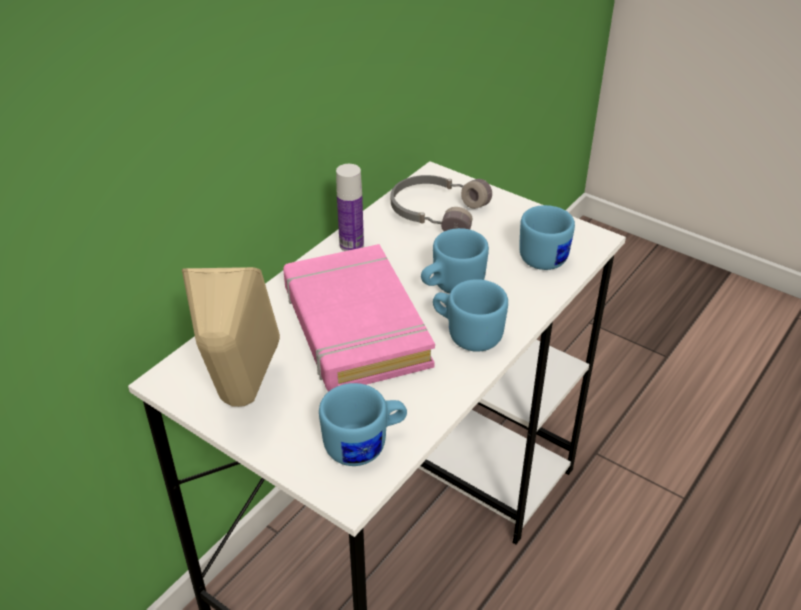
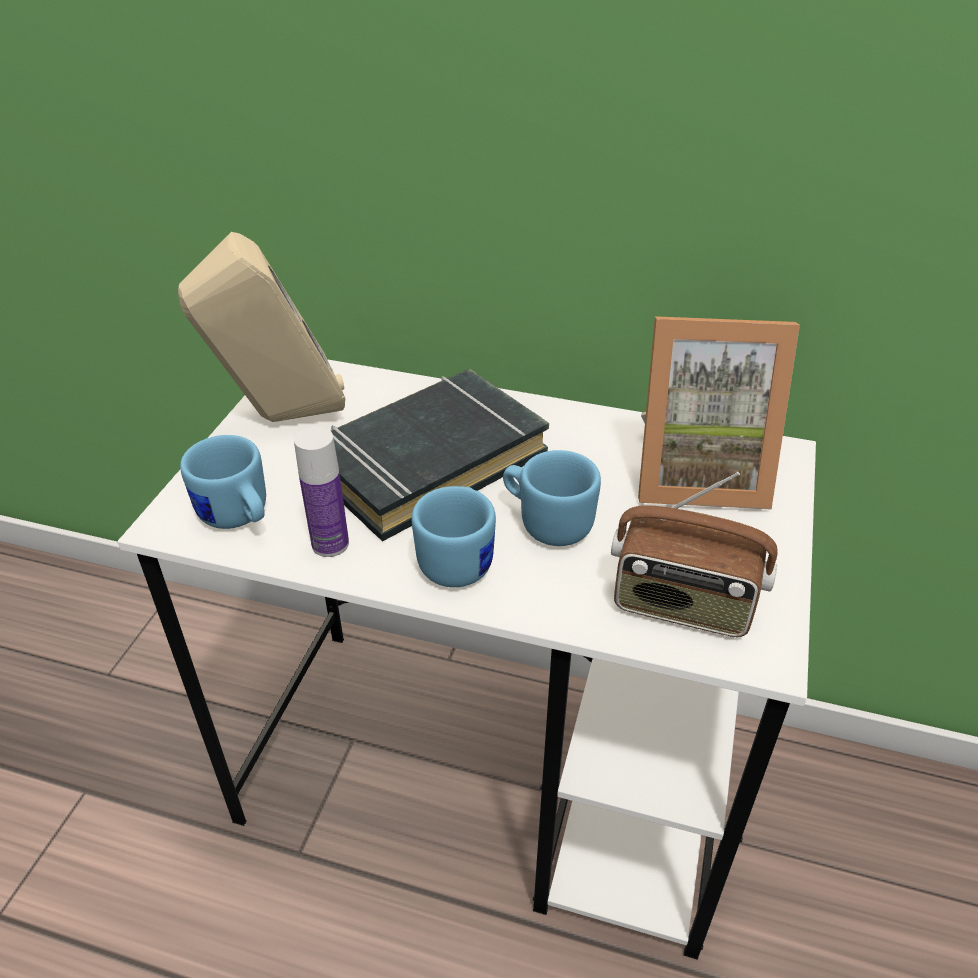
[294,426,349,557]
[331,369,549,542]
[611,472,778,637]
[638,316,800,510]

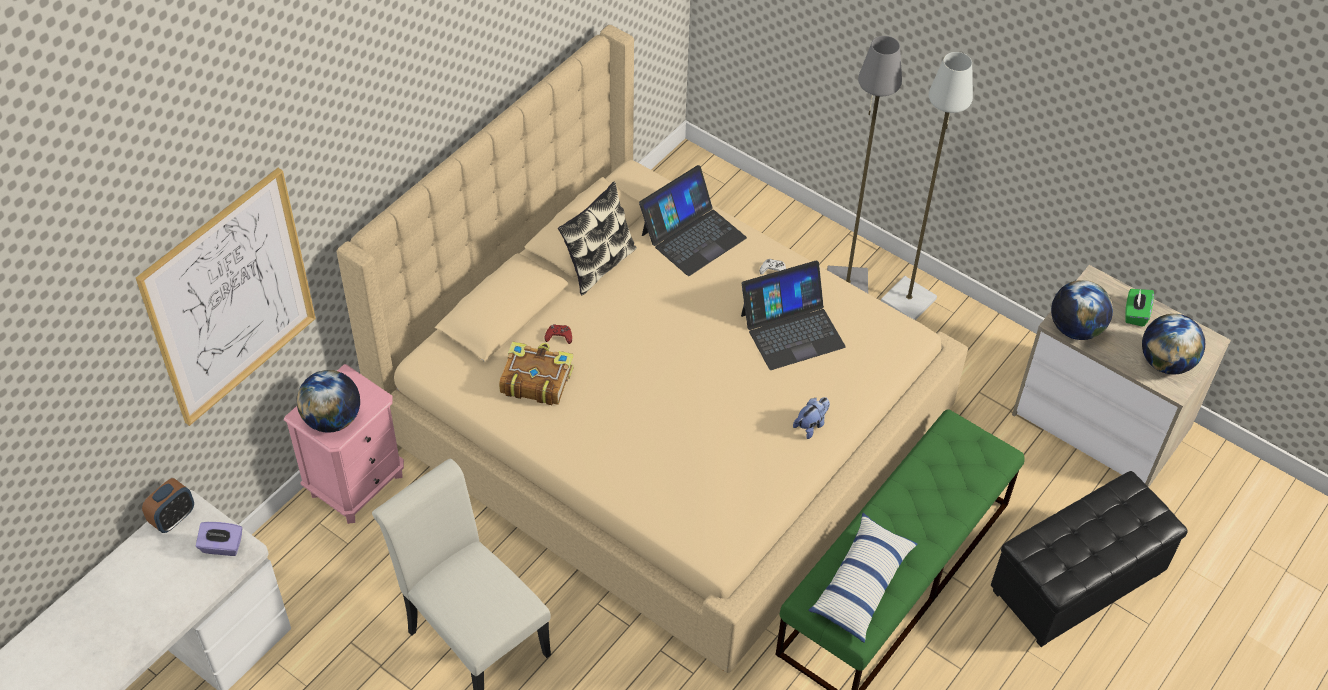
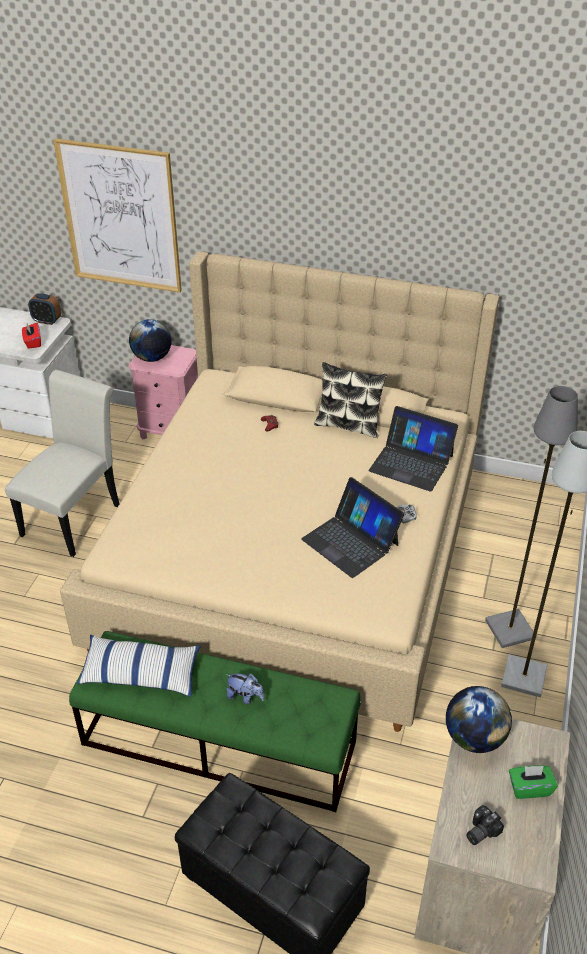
[22,323,41,349]
[226,673,264,705]
[466,805,504,845]
[499,341,574,405] (first image)

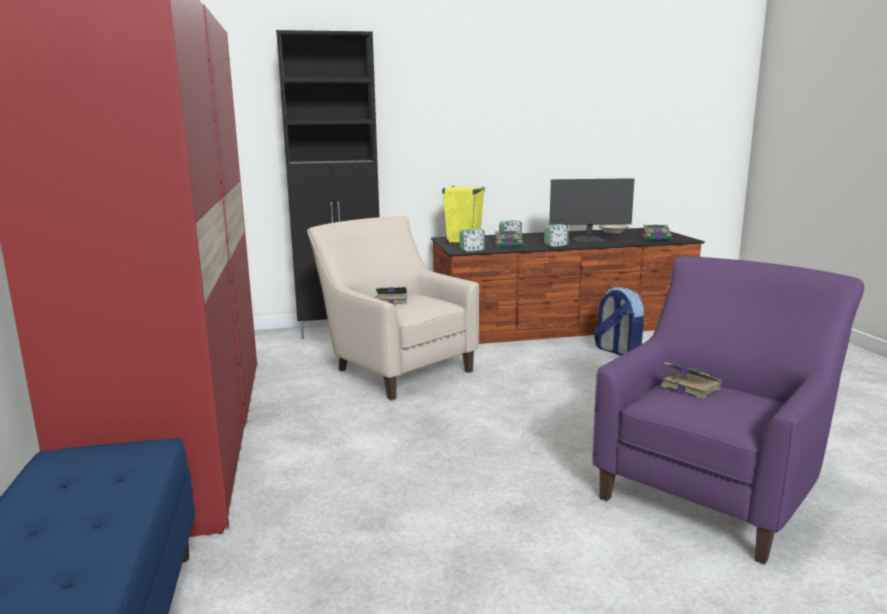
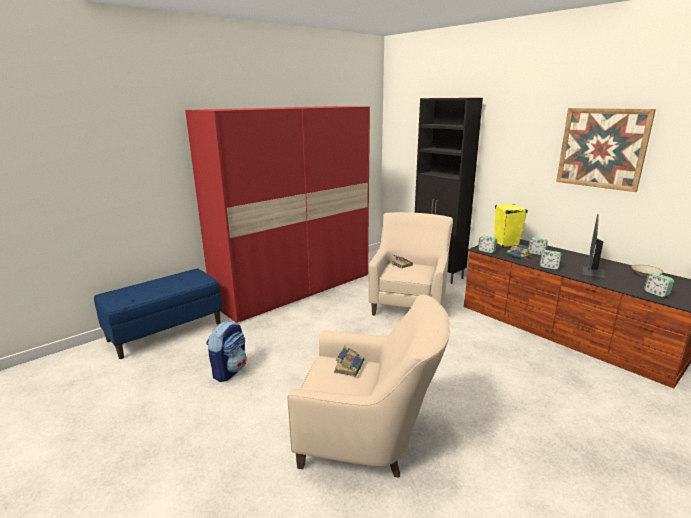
[207,321,247,382]
[287,295,450,478]
[556,108,656,192]
[582,214,605,279]
[644,273,674,297]

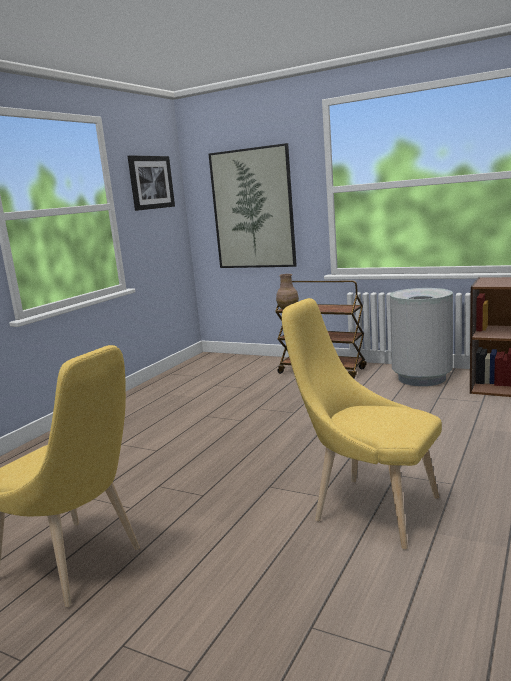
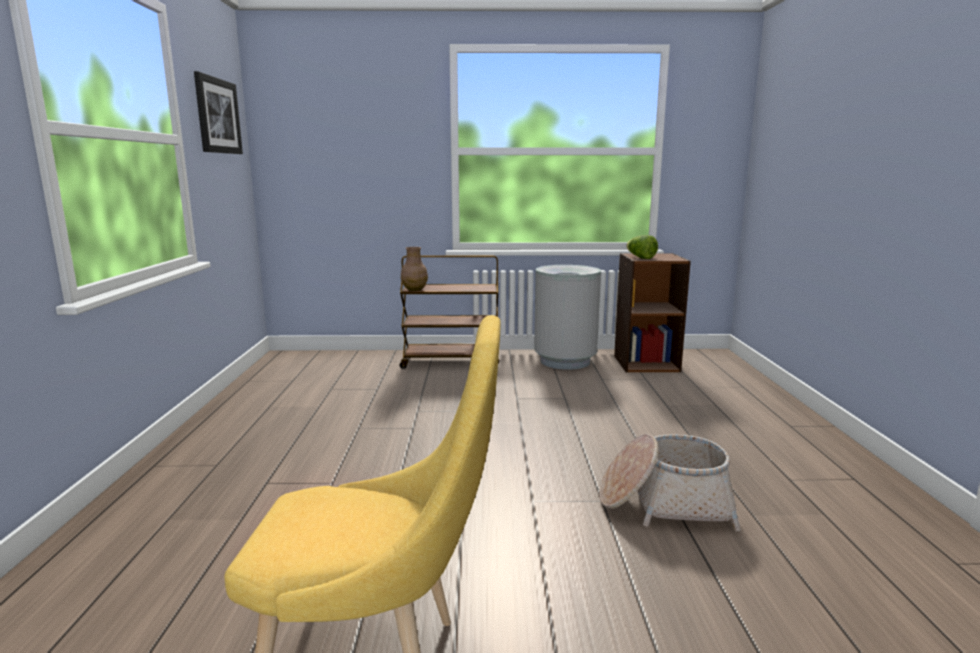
[599,434,741,532]
[626,235,658,259]
[209,143,297,268] (first image)

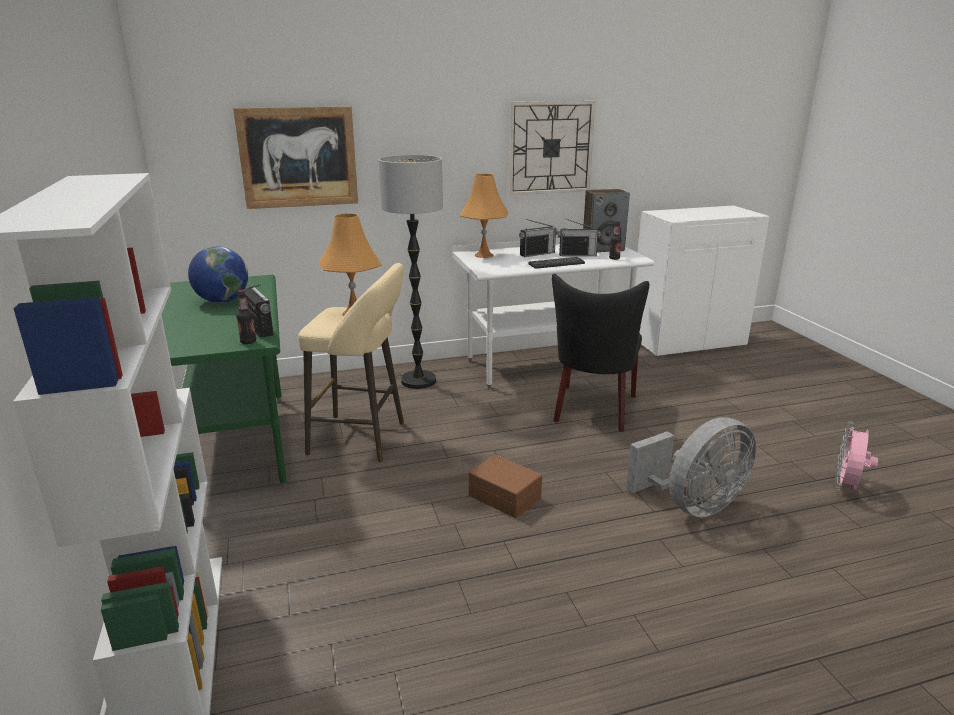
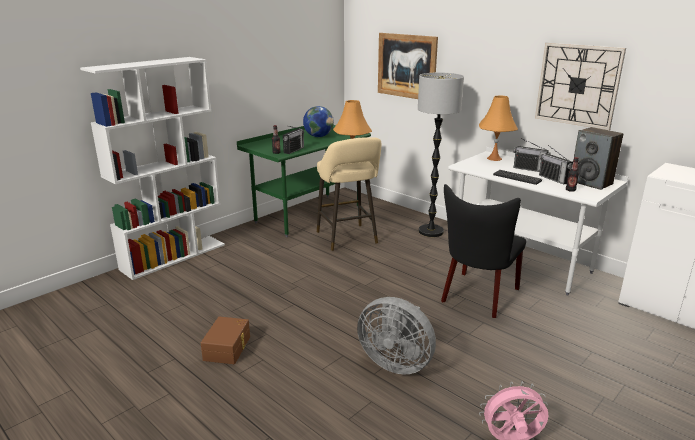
[201,317,250,364]
[441,184,526,318]

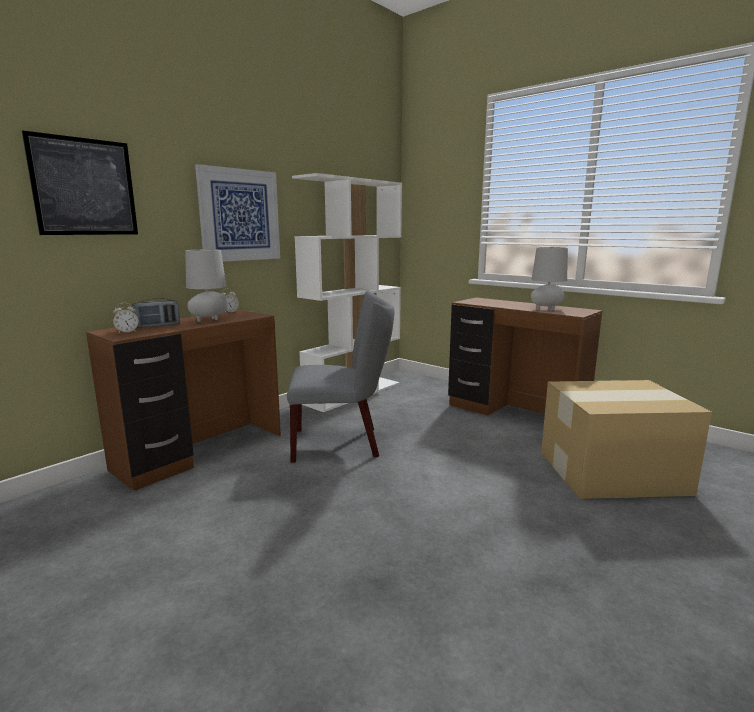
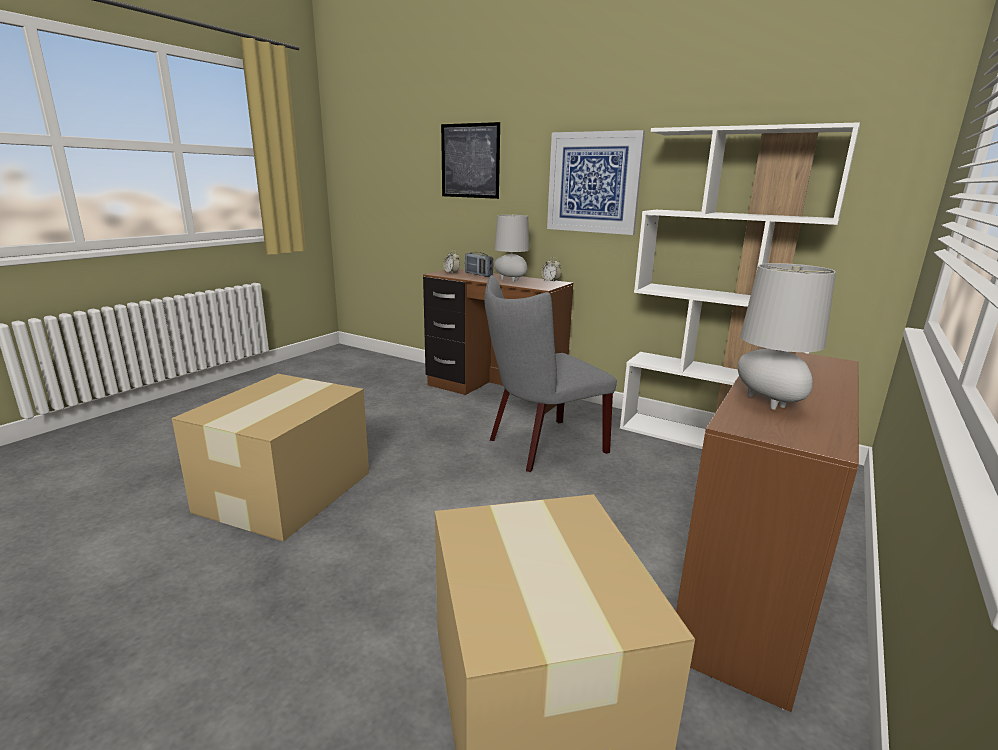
[172,374,369,542]
[484,275,617,472]

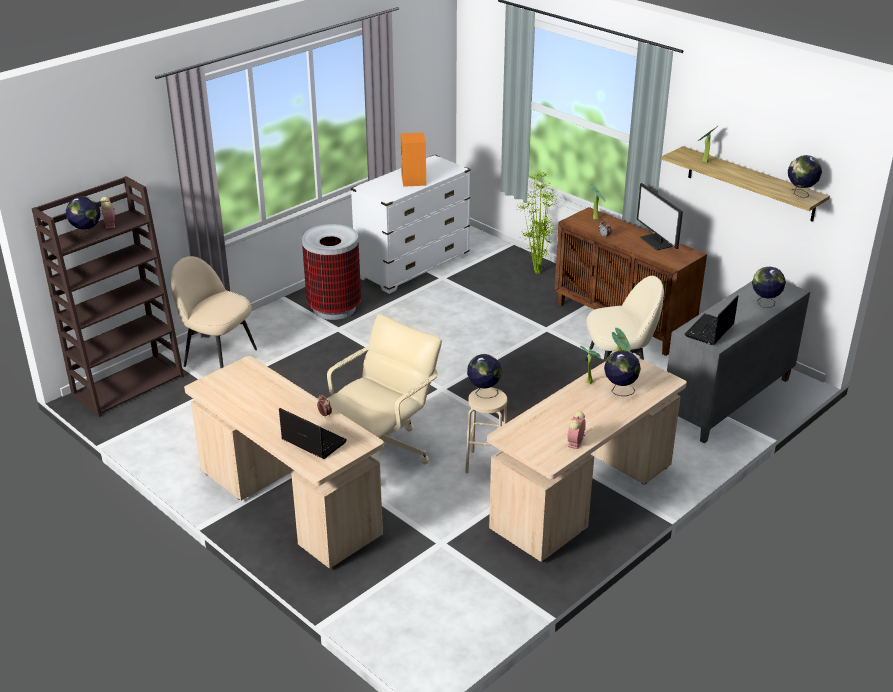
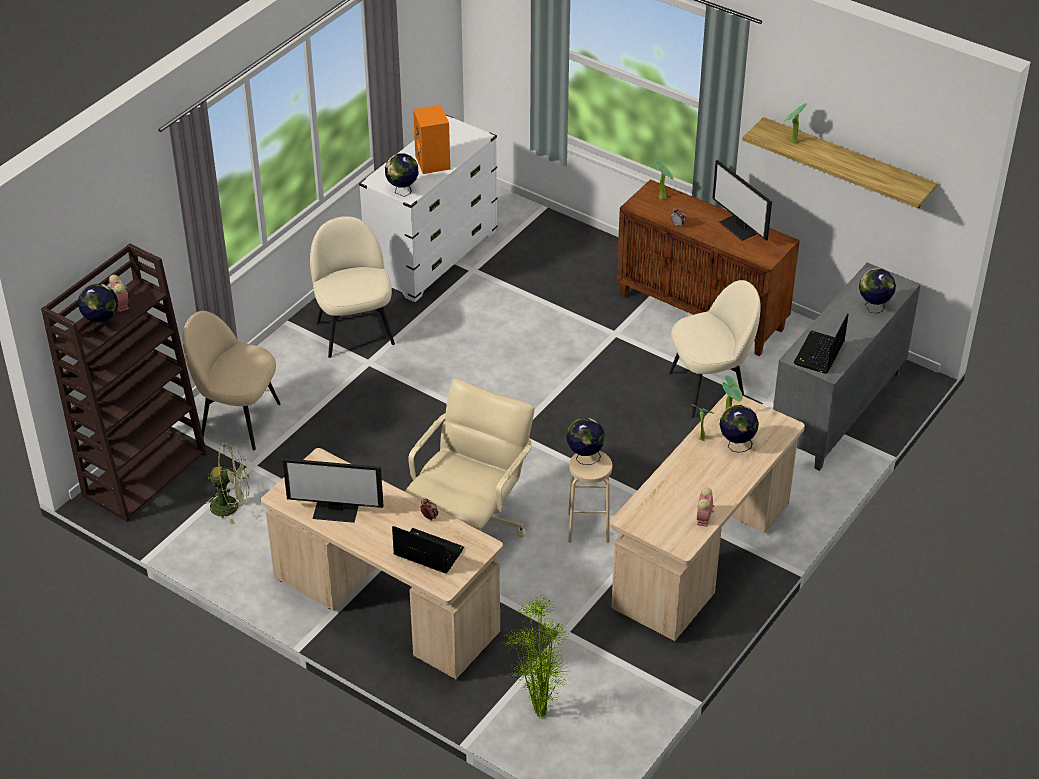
[202,442,249,525]
[282,458,384,523]
[310,216,395,358]
[385,153,419,197]
[502,595,569,718]

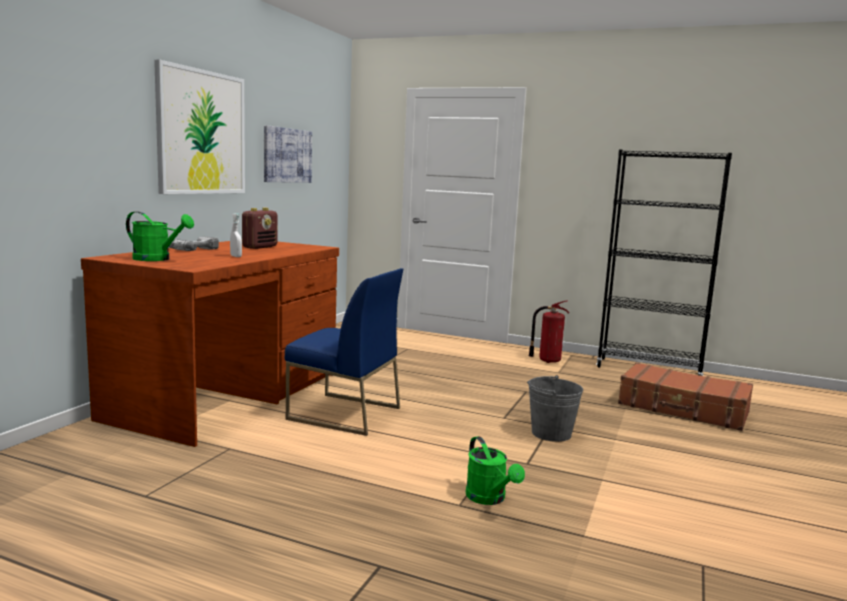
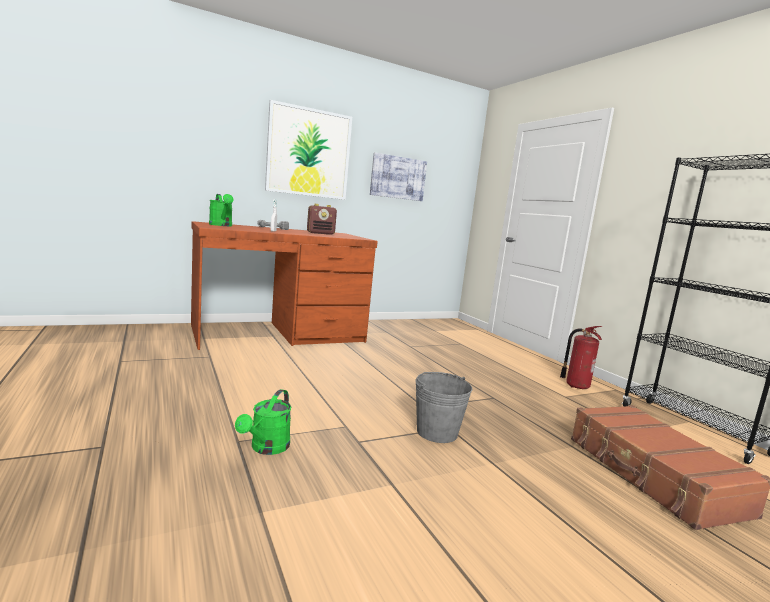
[285,268,403,436] (first image)

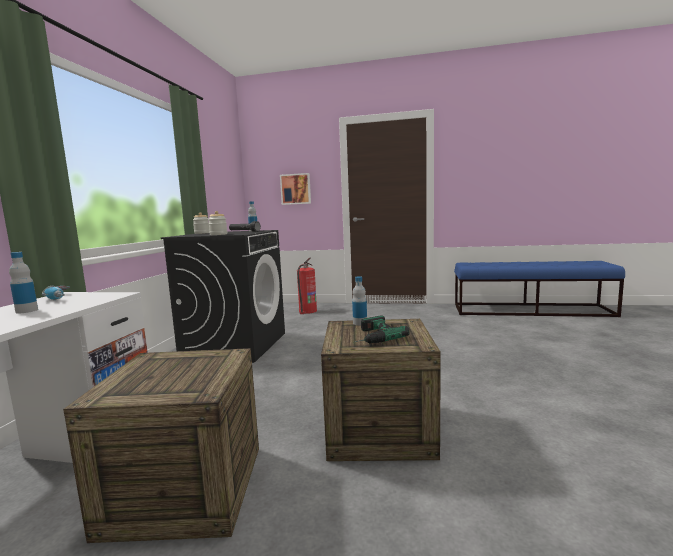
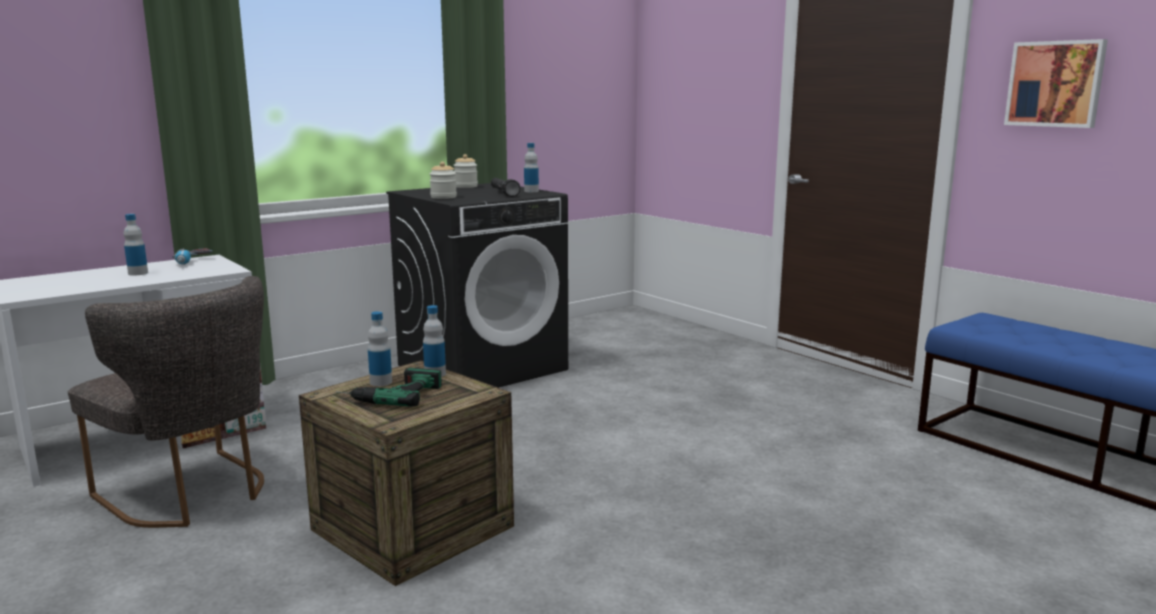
[68,276,264,528]
[368,311,392,386]
[1004,39,1108,128]
[297,257,317,314] (first image)

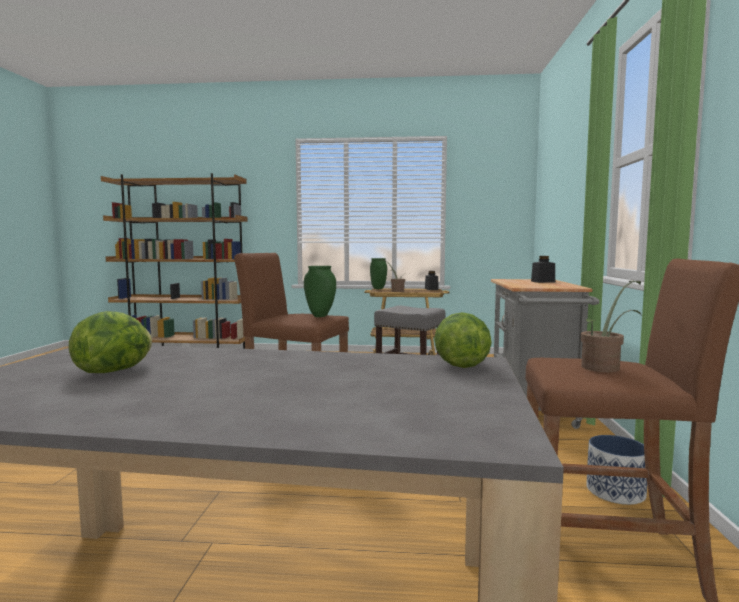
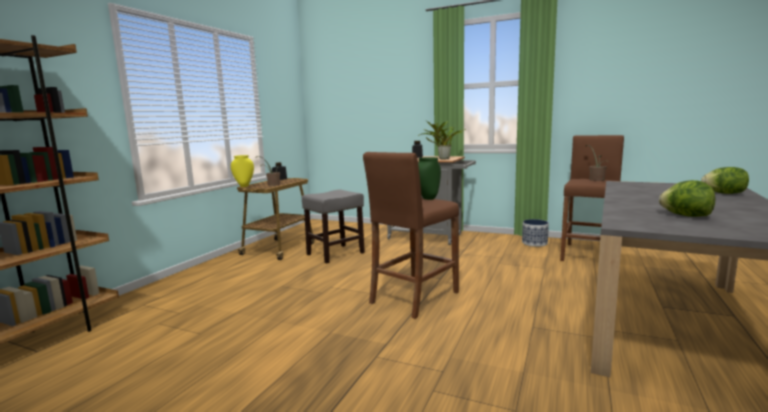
[231,155,254,187]
[418,120,466,160]
[701,167,749,194]

